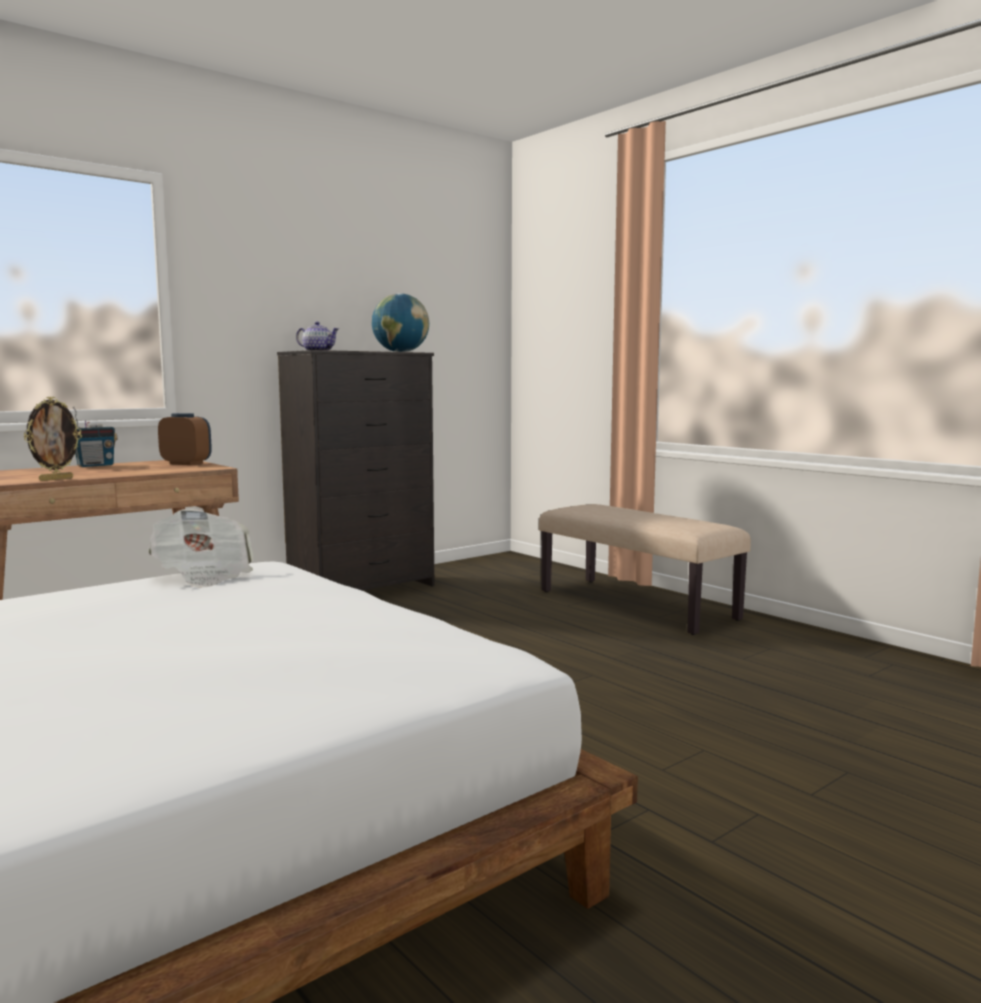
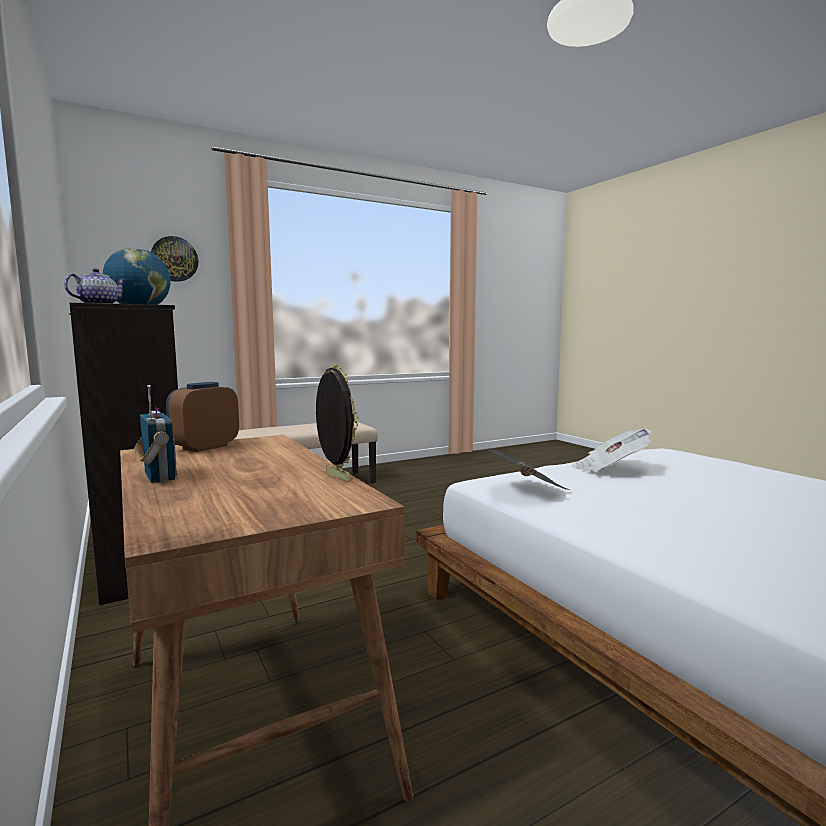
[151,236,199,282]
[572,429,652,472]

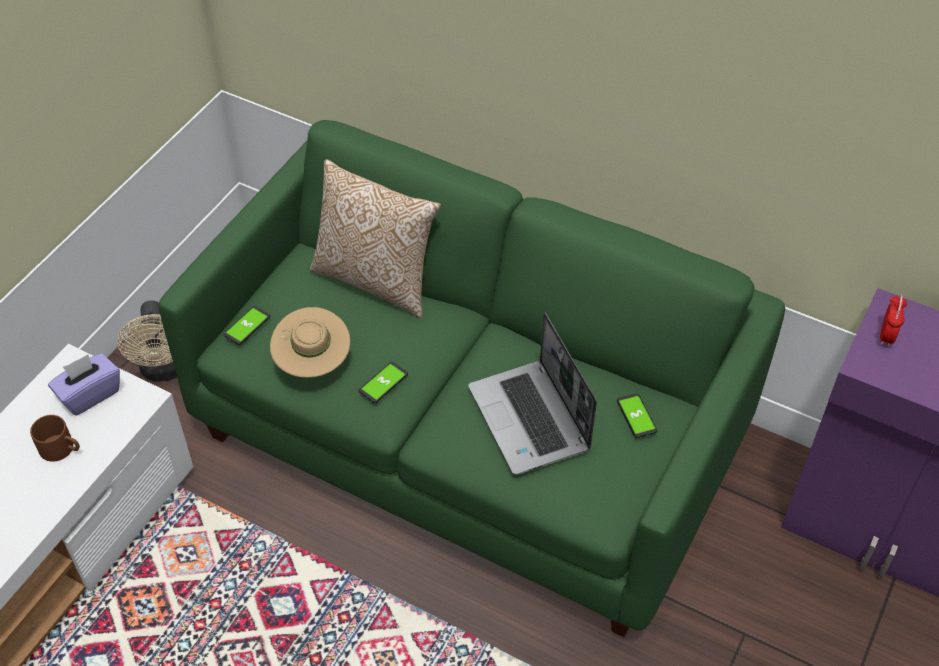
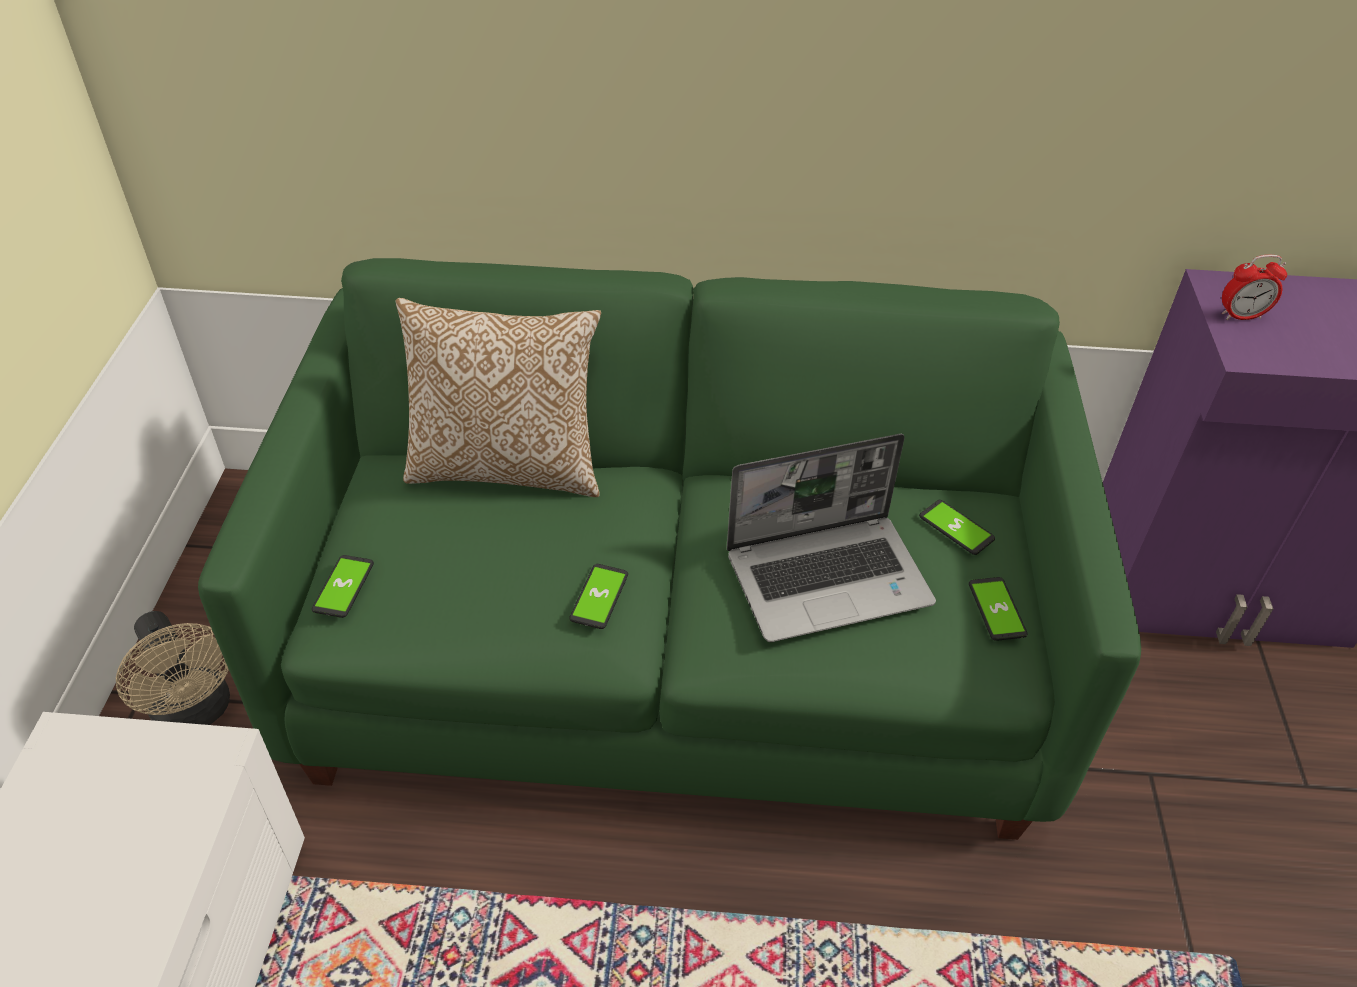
[727,434,936,642]
[969,577,1028,641]
[1222,255,1287,320]
[30,415,80,462] (first image)
[48,353,120,416] (first image)
[270,307,350,378] (first image)

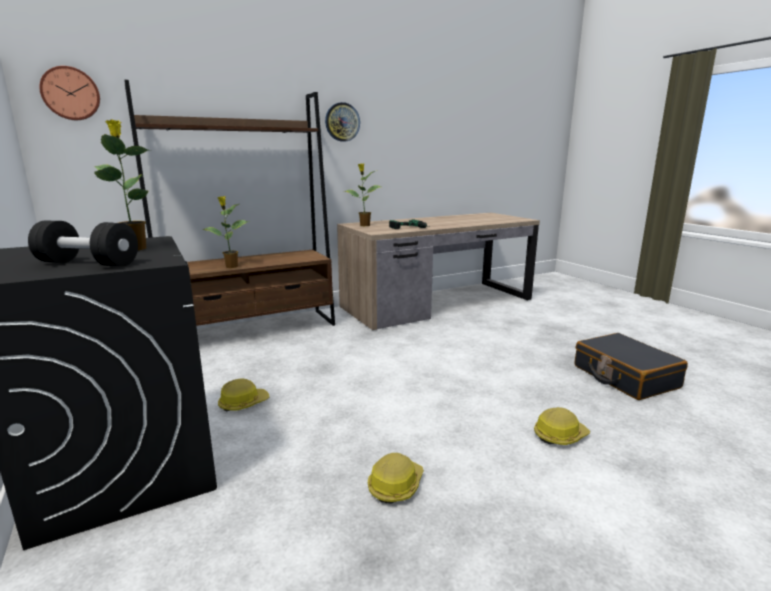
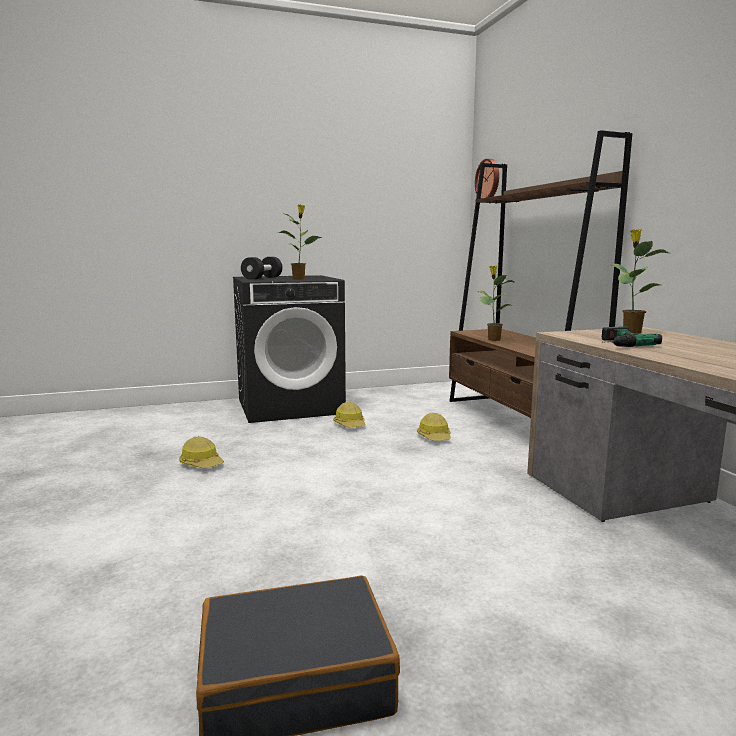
[417,413,451,441]
[325,102,360,142] (first image)

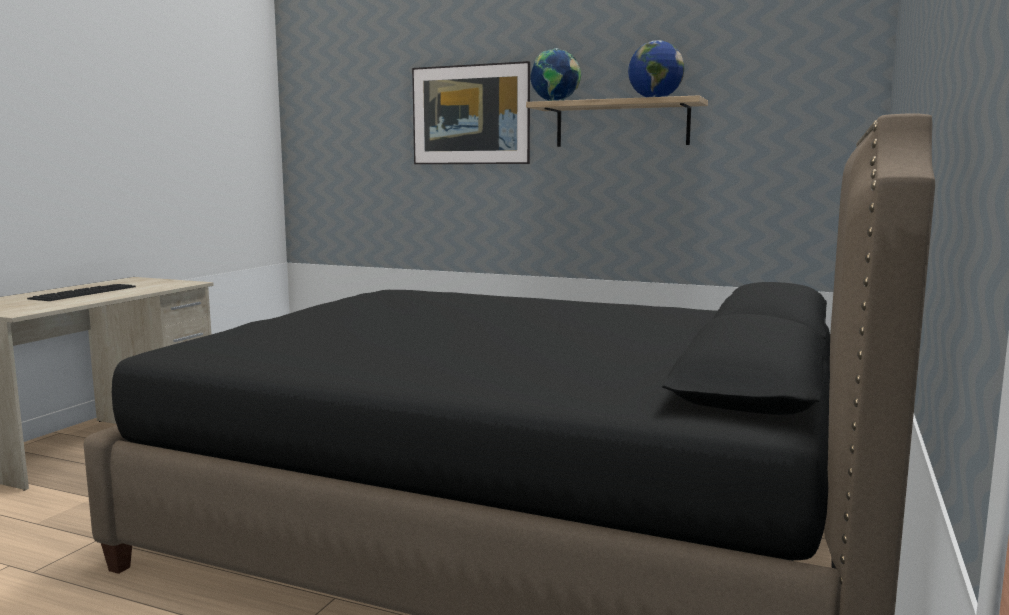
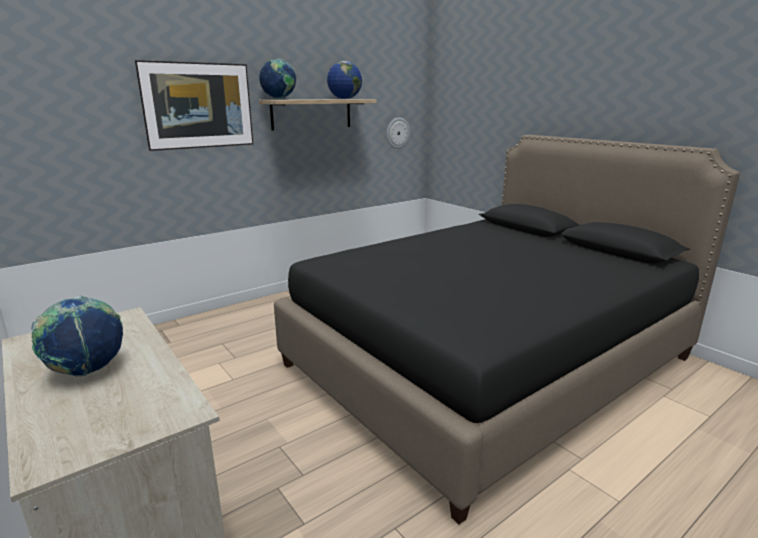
[31,296,123,377]
[387,118,410,149]

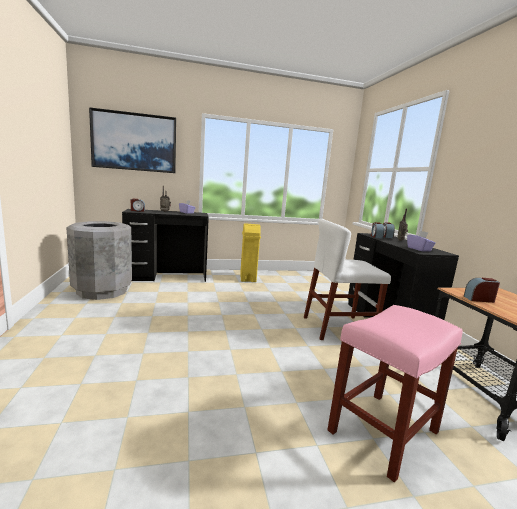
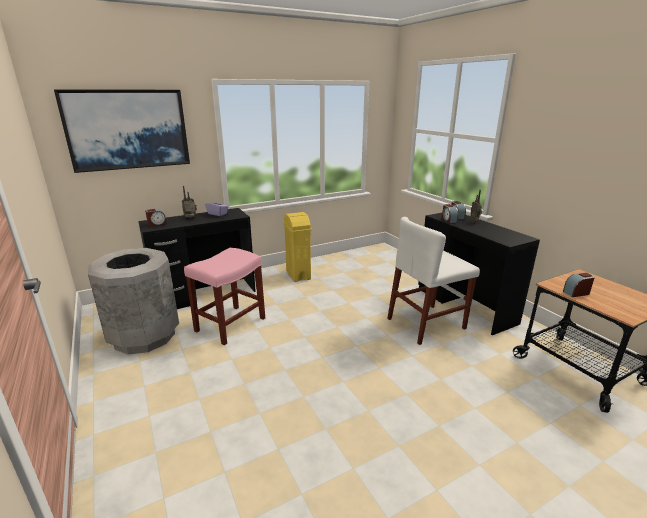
[184,248,265,345]
[407,231,436,251] (first image)

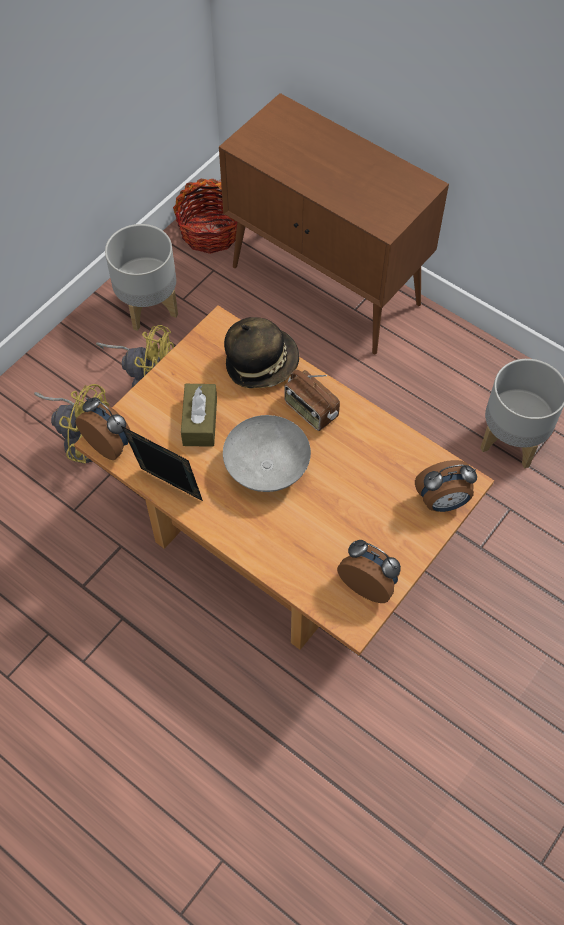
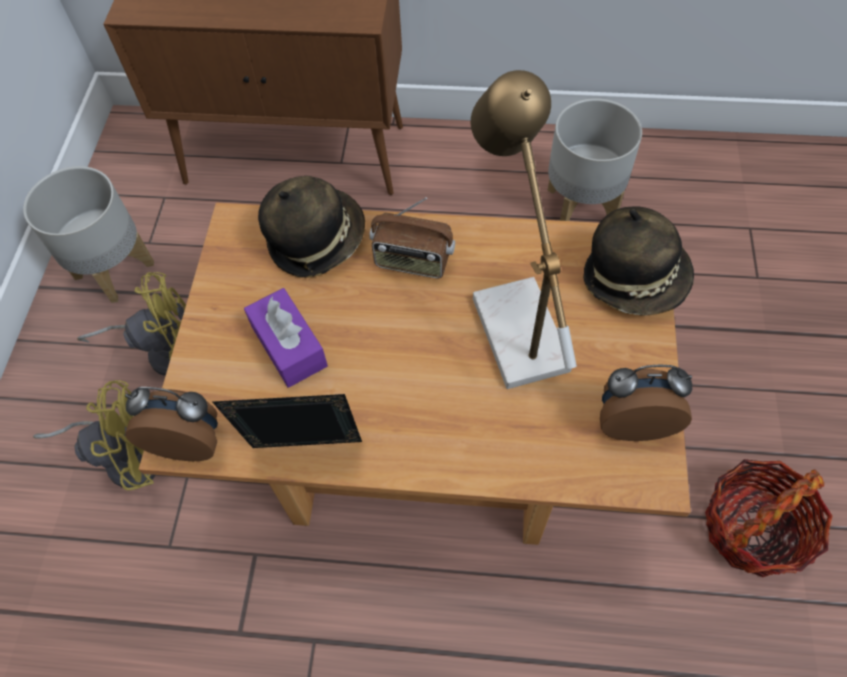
[244,288,328,388]
[471,70,577,389]
[583,207,694,316]
[705,459,832,577]
[223,415,311,492] (first image)

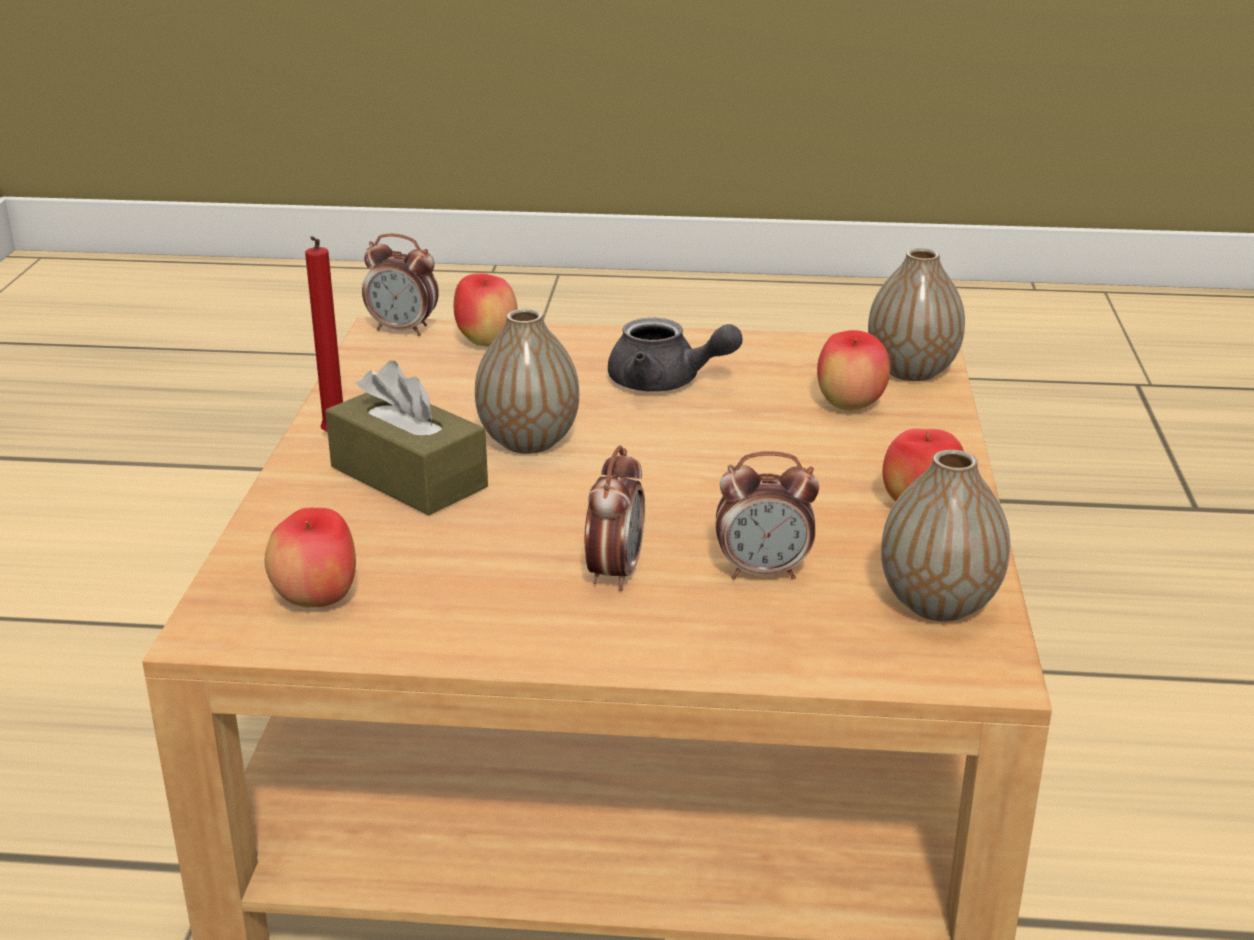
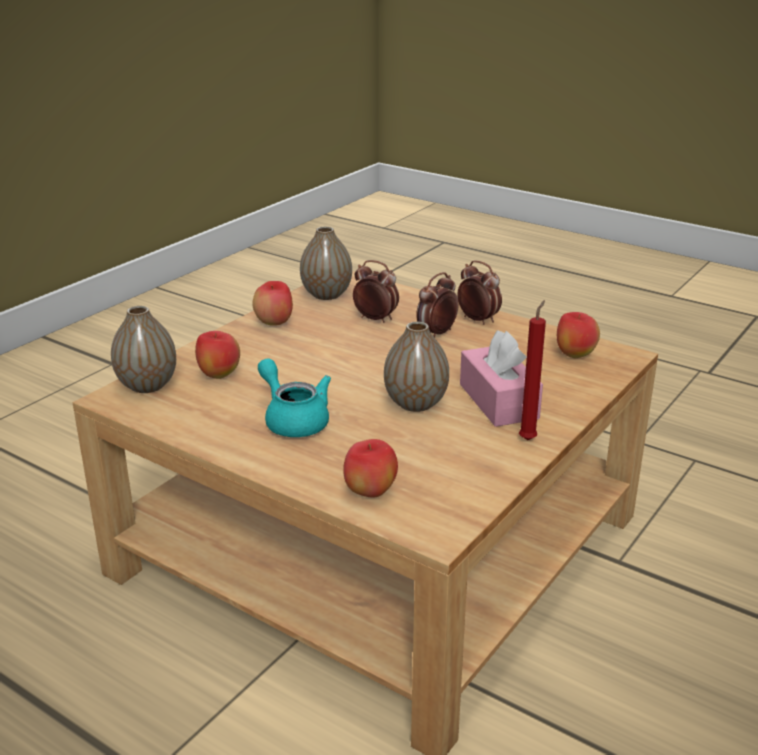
[258,358,331,437]
[457,261,502,325]
[460,330,543,427]

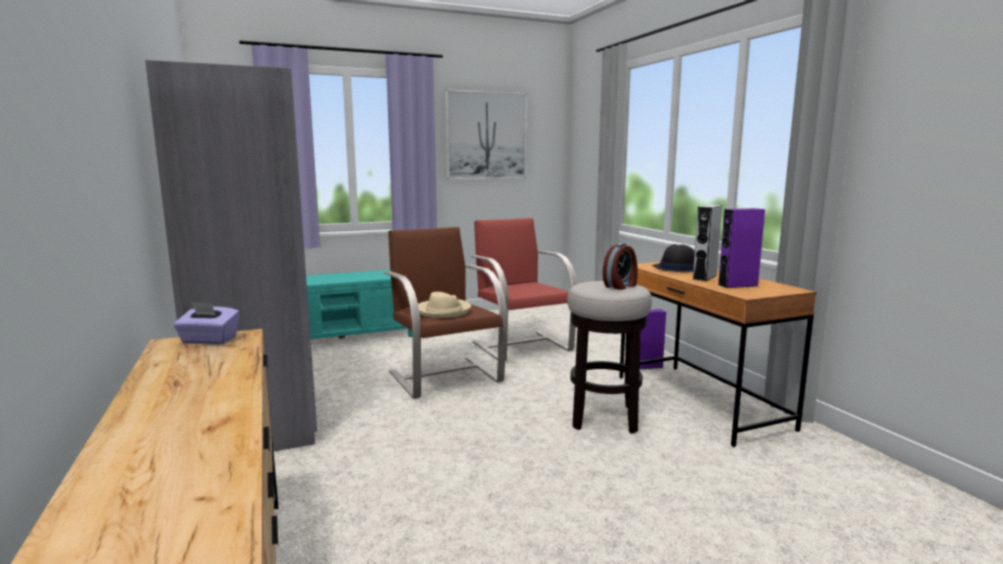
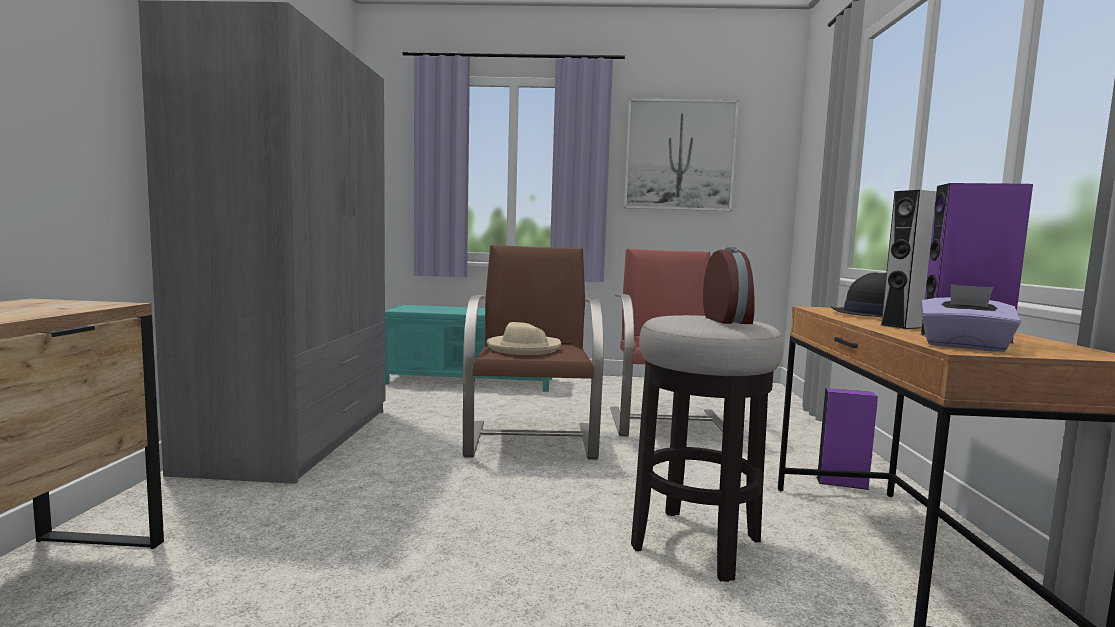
[703,247,755,324]
[921,284,1021,352]

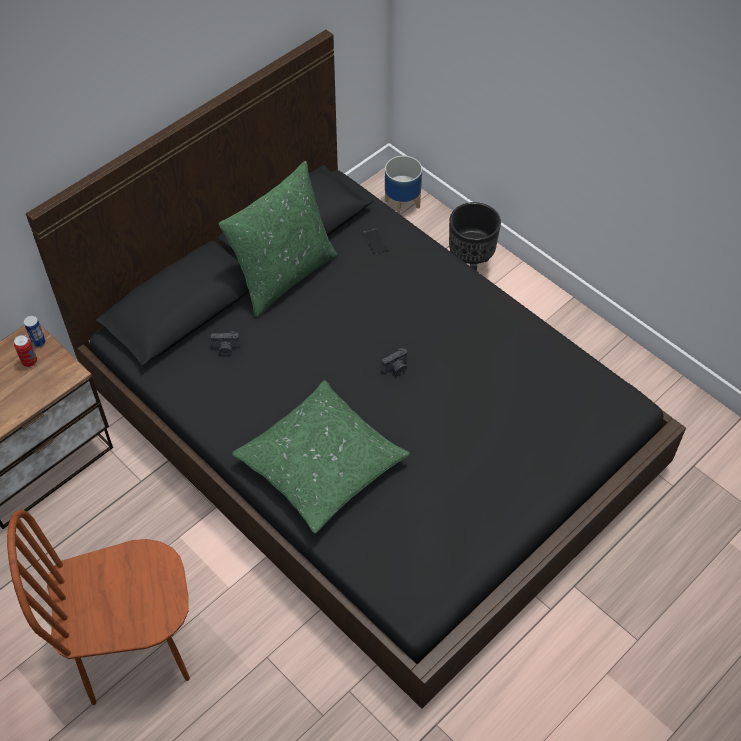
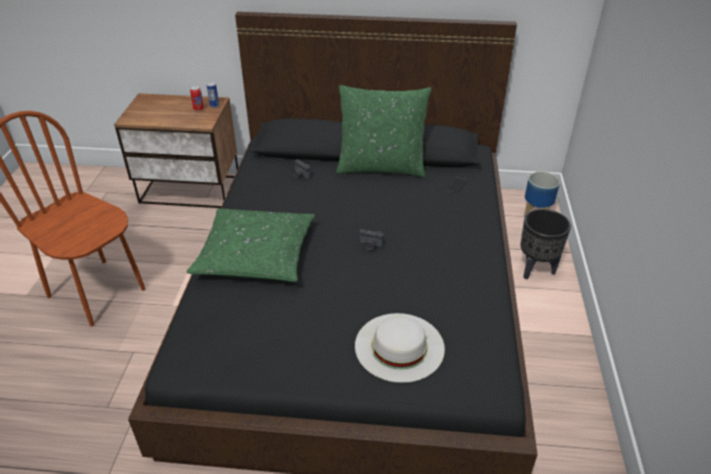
[355,313,445,383]

